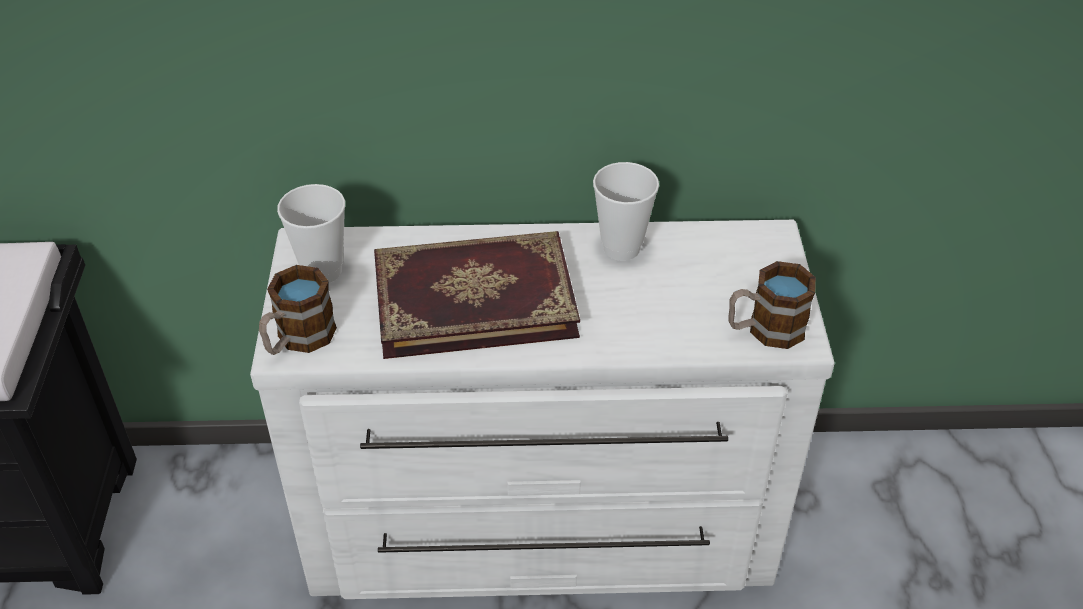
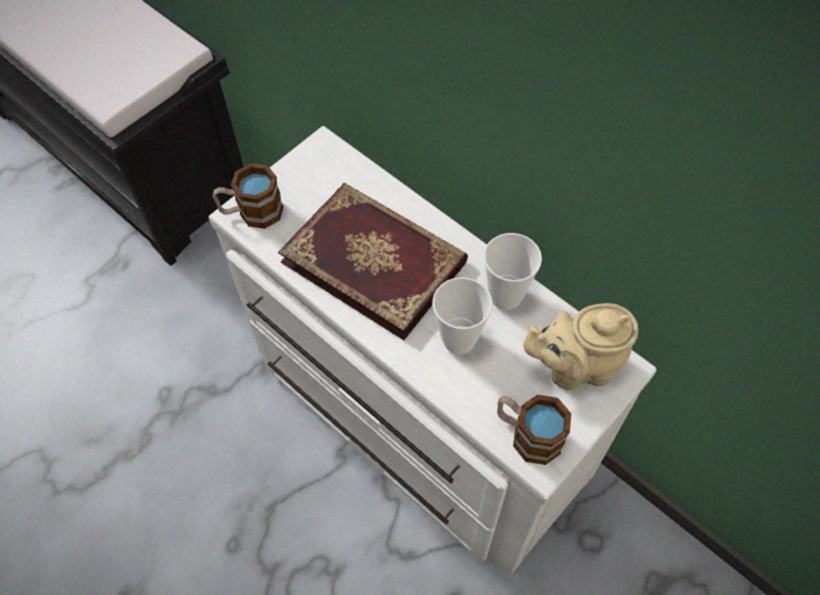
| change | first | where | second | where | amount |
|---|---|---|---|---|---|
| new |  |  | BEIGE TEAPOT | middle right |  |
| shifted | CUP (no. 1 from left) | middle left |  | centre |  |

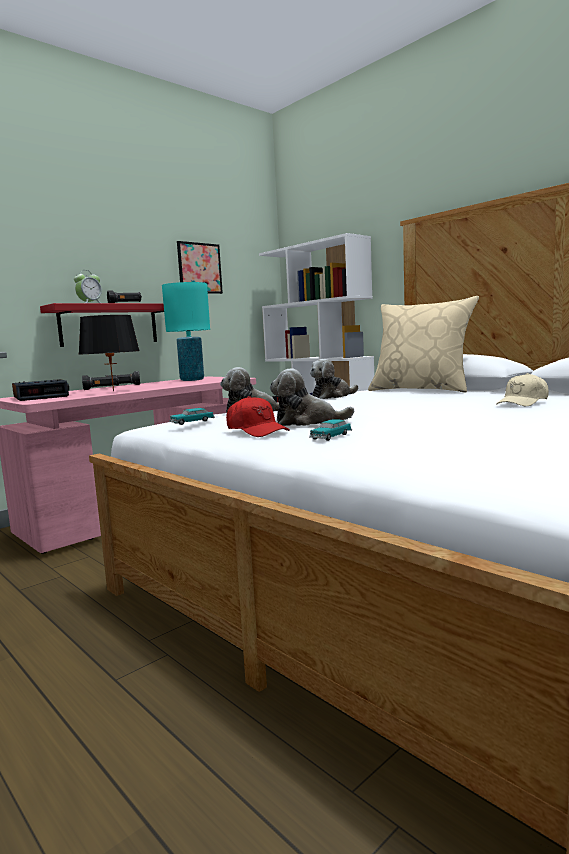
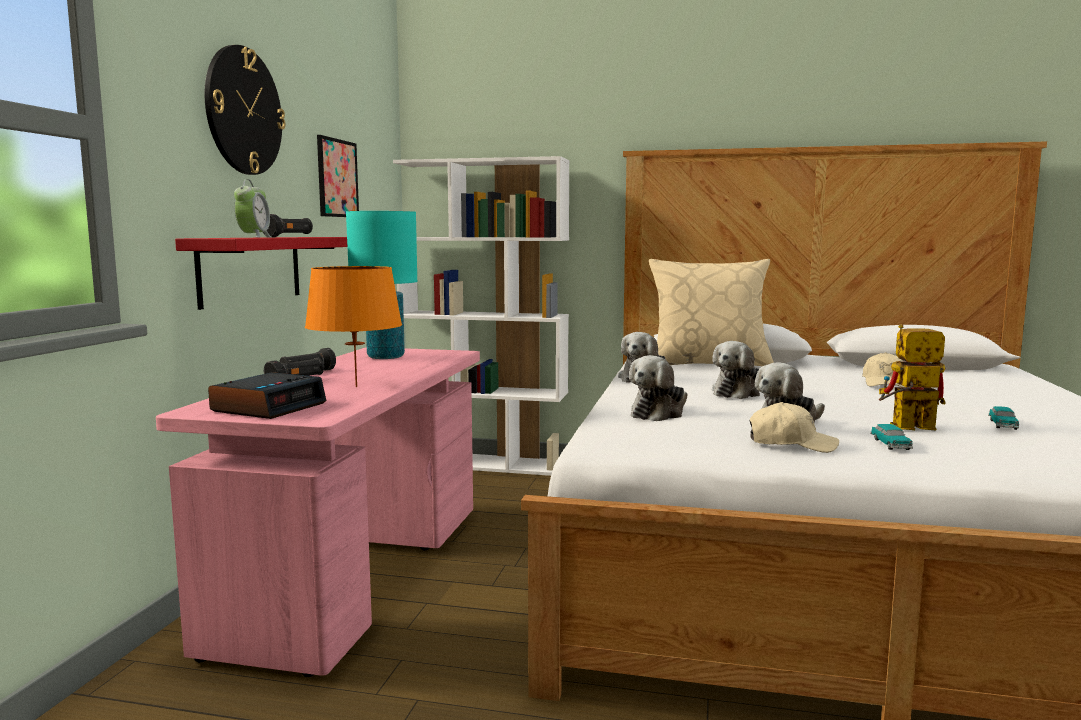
| change | first | where | second | where | amount |
|---|---|---|---|---|---|
| new |  |  | WALL CLOCK | top left |  |
| new |  |  | PLUSH TOY (no. 3 from left) | middle right |  |
| new |  |  | TOY ROBOT | middle right |  |
| shifted | TOY CAR (no. 1 from left in the first image) | centre | TOY CAR (no. 2 from left) | middle right |  |
| repainted | BLACK TABLE LAMP | middle left | ORANGE TABLE LAMP | middle left |  |
| repainted | RED CAP | centre | BEIGE CAP (no. 1 from left) | middle right |  |

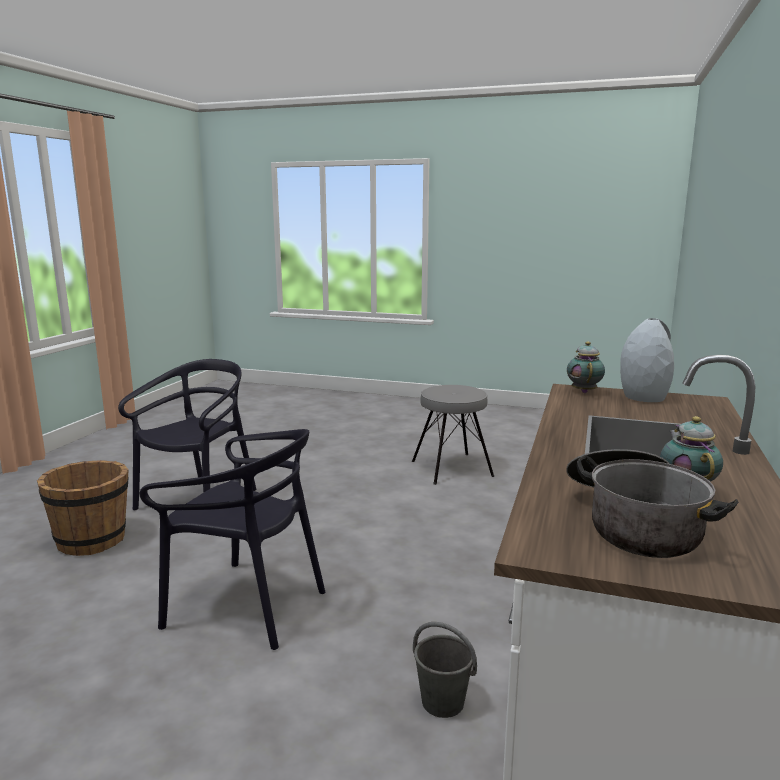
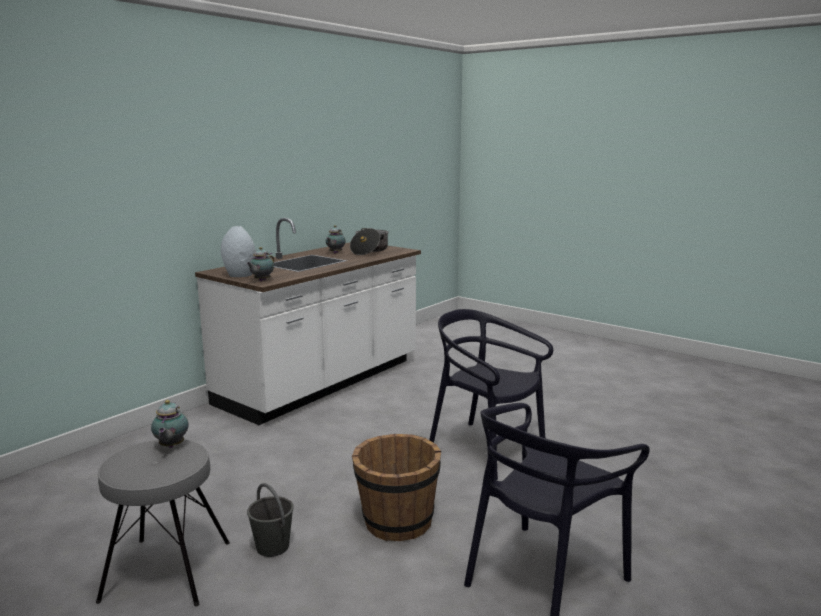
| change | first | where | second | where | amount |
|---|---|---|---|---|---|
| new |  |  | TEAPOT (no. 1 from left) | bottom left |  |
| shifted | BROWN BUCKET | middle left |  | bottom centre |  |
| shifted | GREY BUCKET | bottom centre |  | bottom left |  |

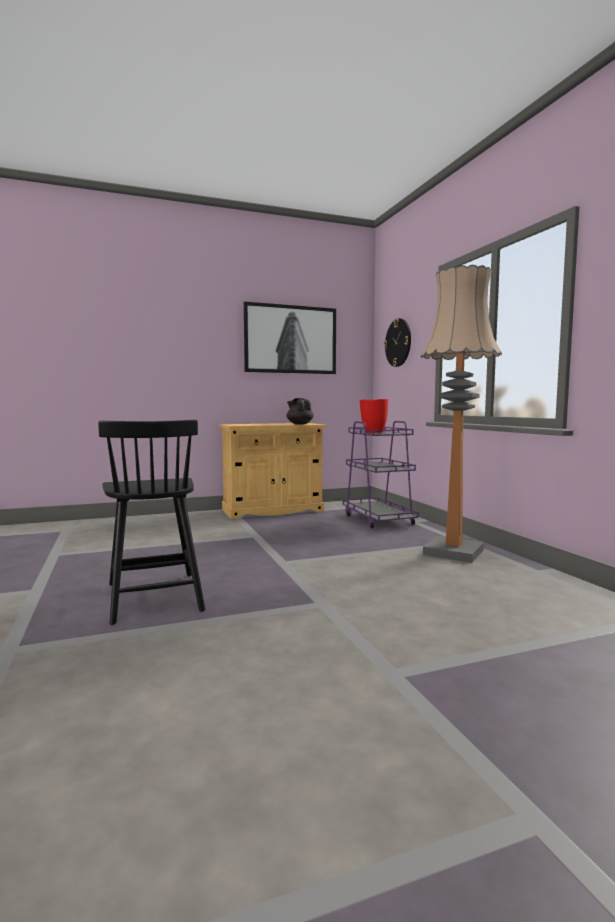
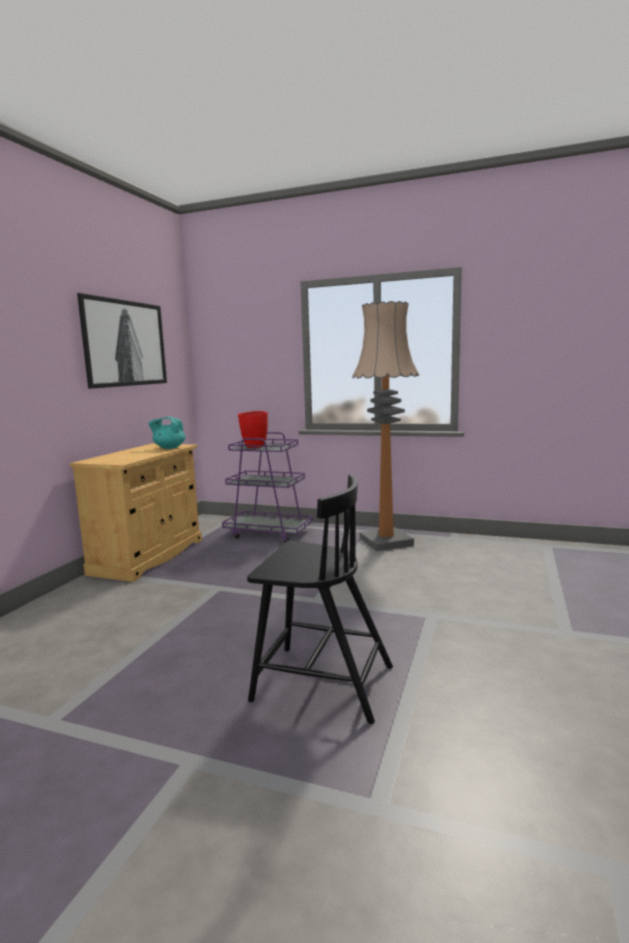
| change | first | where | second | where | amount |
|---|---|---|---|---|---|
| gone | WALL CLOCK | centre |  |  |  |
| repainted | BLACK TEAPOT | centre | TURQUOISE TEAPOT | middle left |  |

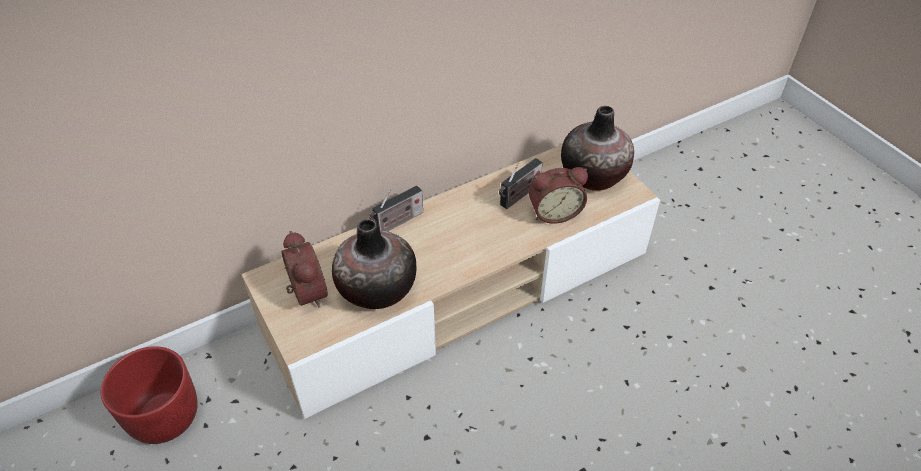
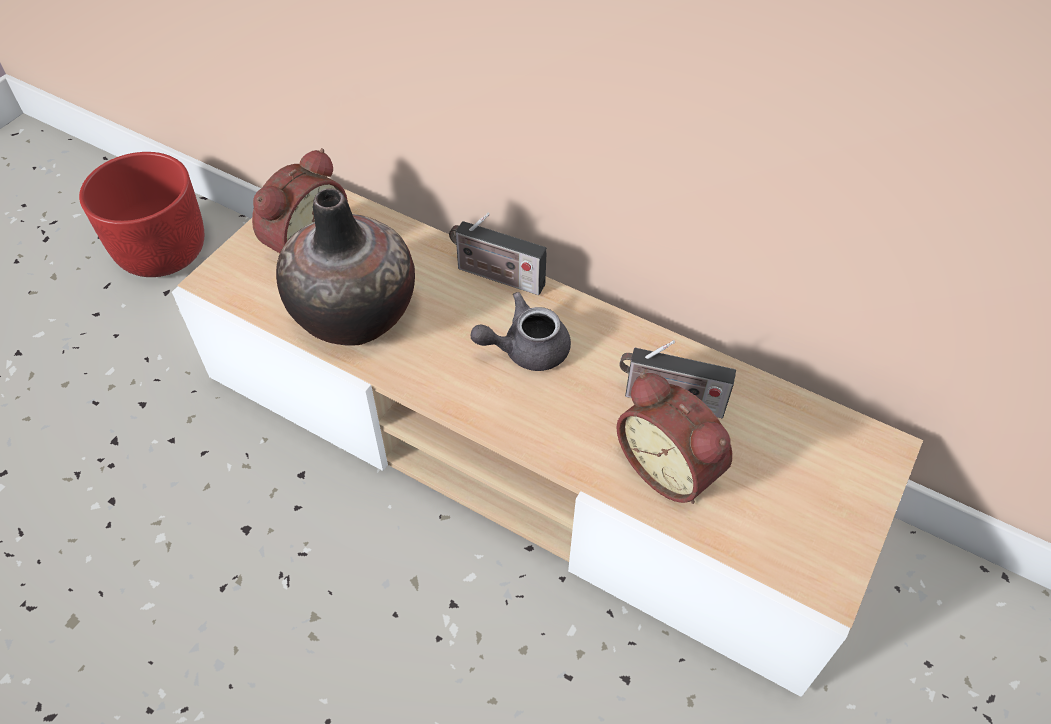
| change | first | where | second | where | amount |
|---|---|---|---|---|---|
| gone | VASE (no. 2 from left) | top centre |  |  |  |
| new |  |  | GREY TEAPOT | centre |  |

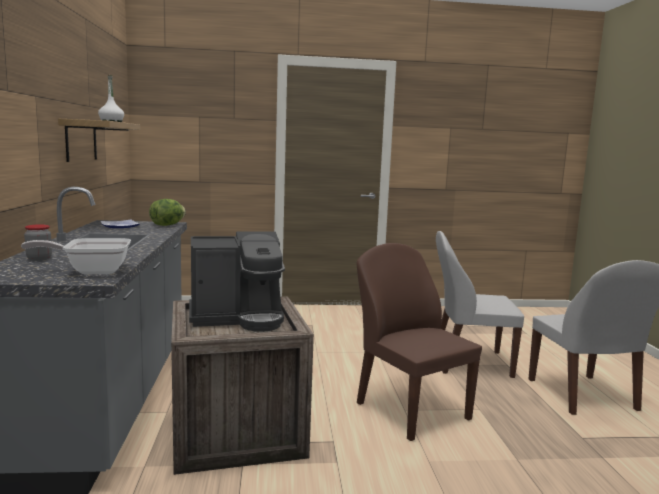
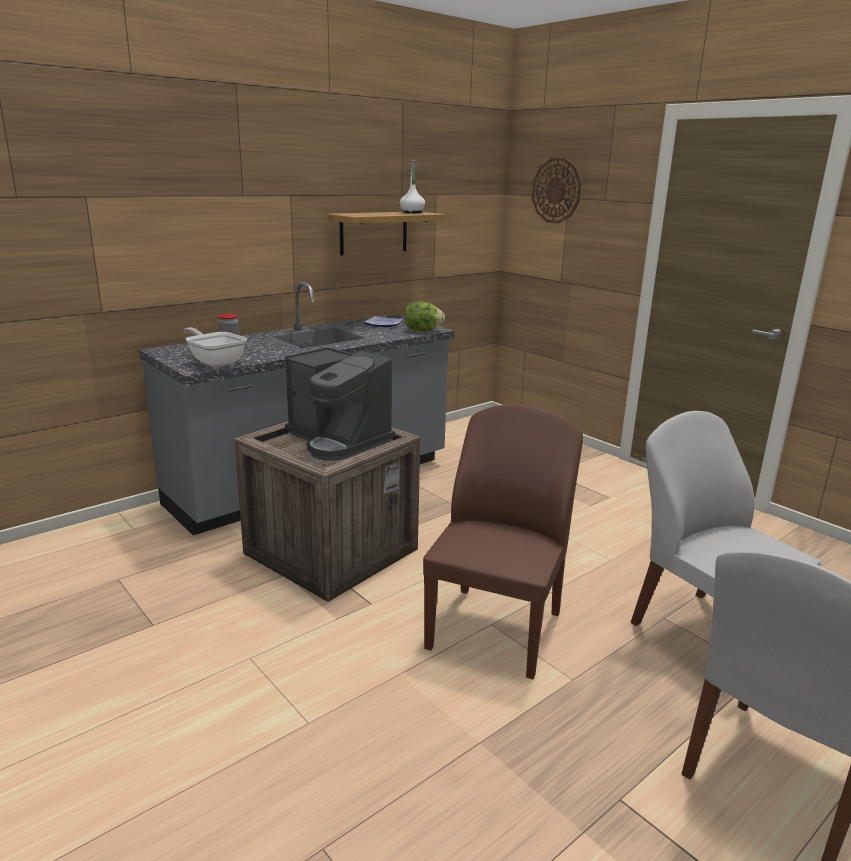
| change | first | where | second | where | amount |
|---|---|---|---|---|---|
| new |  |  | WALL CLOCK | top centre |  |

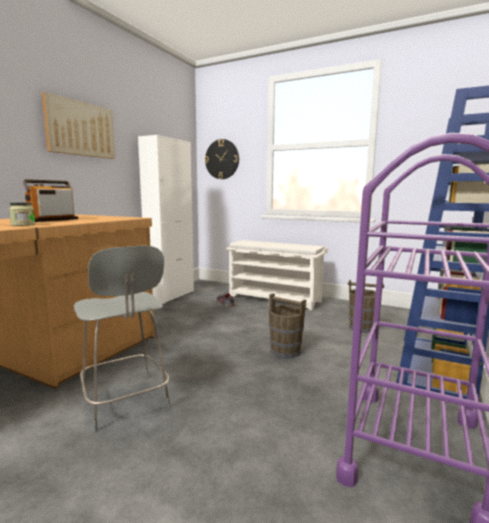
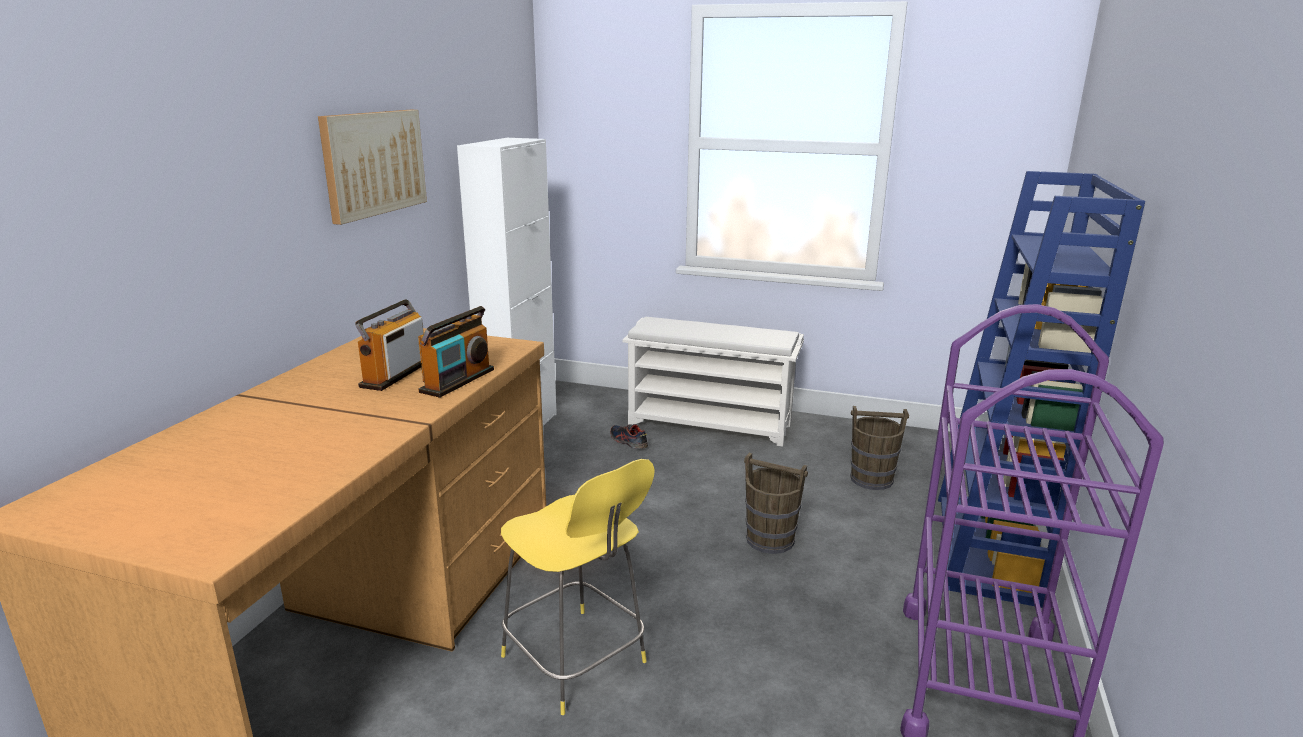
| change | first | where | second | where | amount |
|---|---|---|---|---|---|
| gone | JAR | middle left |  |  |  |
| gone | WALL CLOCK | top centre |  |  |  |
| new |  |  | RADIO (no. 2 from left) | centre |  |
| repainted | GREY STOOL | middle left | YELLOW STOOL | bottom centre |  |

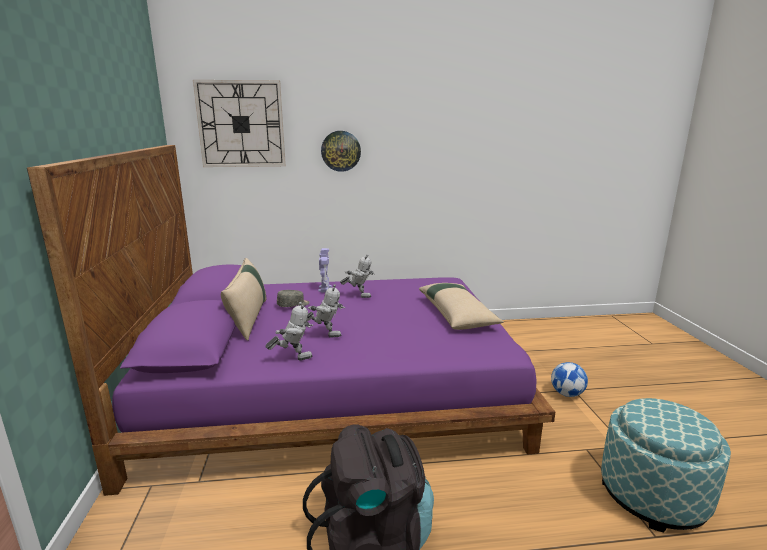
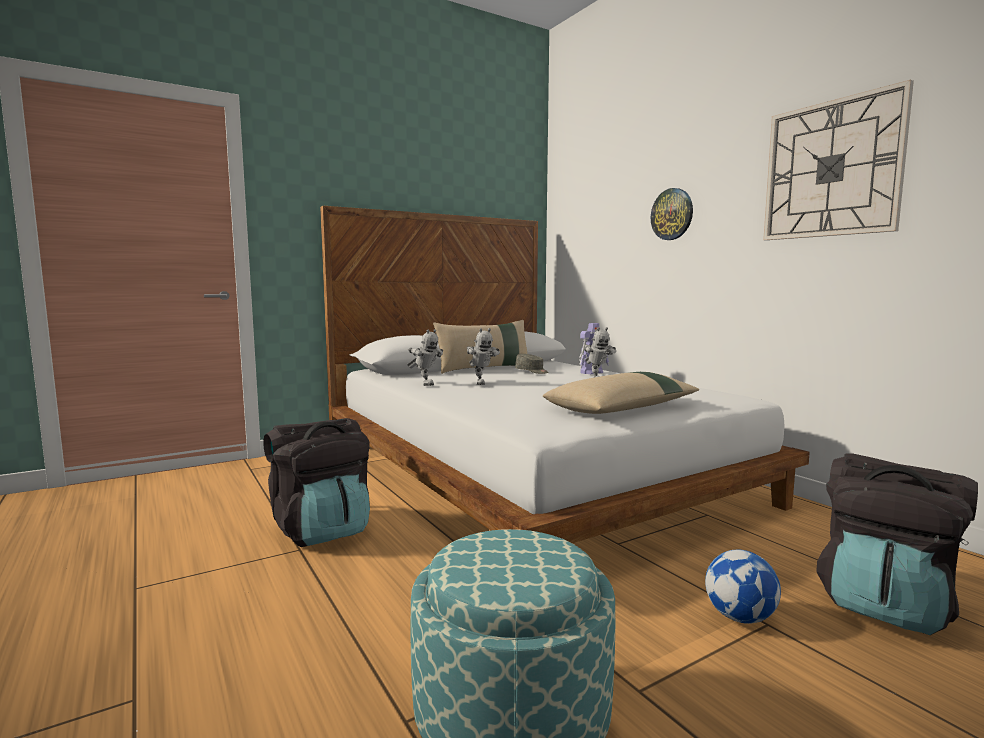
| change | first | where | second | where | amount |
|---|---|---|---|---|---|
| new |  |  | BLACK BACKPACK (no. 2 from left) | bottom right |  |
| shifted | WALL CLOCK (no. 1 from left in the first image) | top left | WALL CLOCK (no. 2 from left) | top right |  |
| repainted | PURPLE BED | centre | WHITE BED | centre |  |

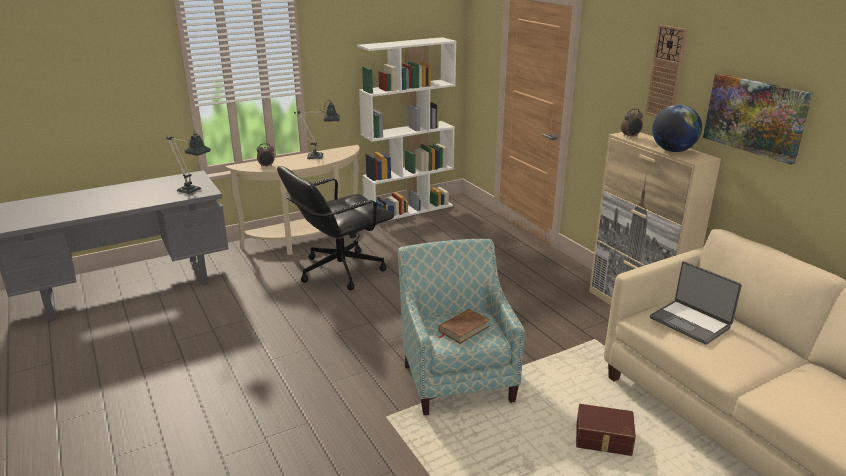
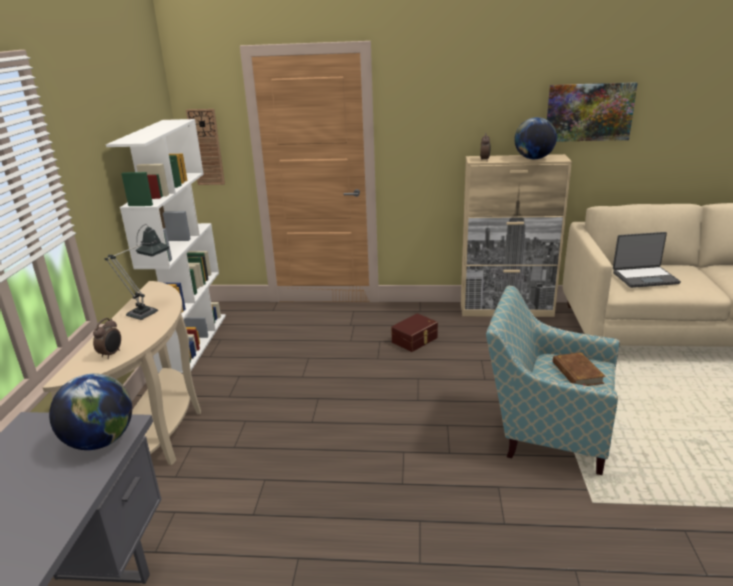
| change | first | where | second | where | amount |
|---|---|---|---|---|---|
| gone | BLACK OFFICE CHAIR | centre |  |  |  |
| shifted | BROWN STORAGE BOX | bottom right |  | centre |  |
| shifted | WALL CLOCK | top right |  | top left |  |
| swapped | TABLE LAMP (no. 1 from left) | middle left | GLOBE (no. 1 from left) | bottom left |  |

